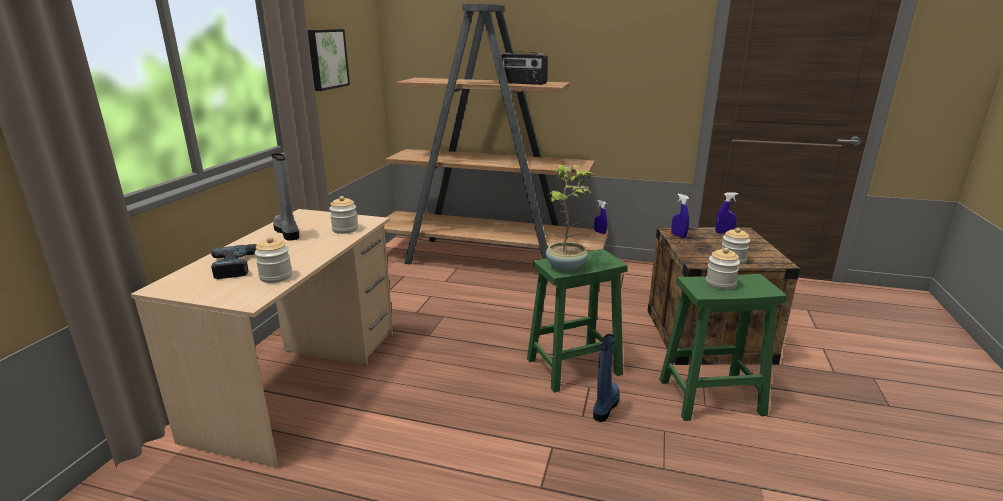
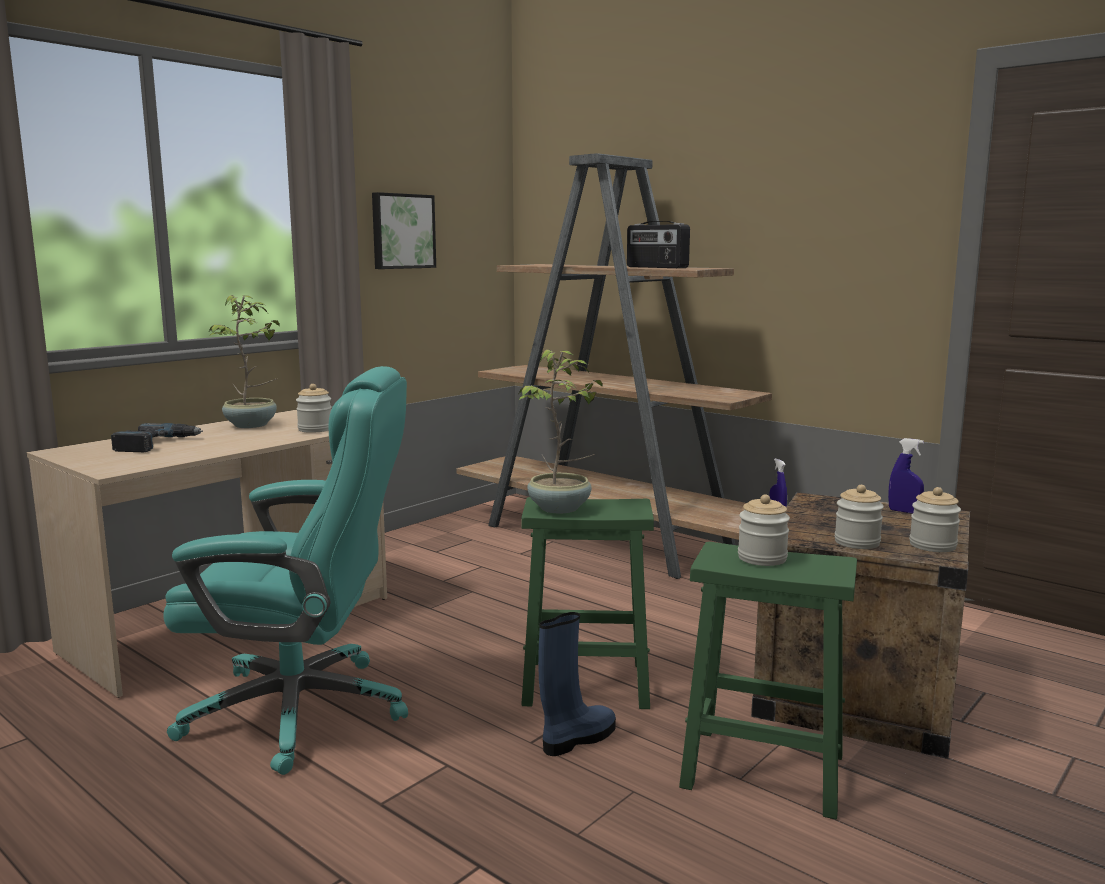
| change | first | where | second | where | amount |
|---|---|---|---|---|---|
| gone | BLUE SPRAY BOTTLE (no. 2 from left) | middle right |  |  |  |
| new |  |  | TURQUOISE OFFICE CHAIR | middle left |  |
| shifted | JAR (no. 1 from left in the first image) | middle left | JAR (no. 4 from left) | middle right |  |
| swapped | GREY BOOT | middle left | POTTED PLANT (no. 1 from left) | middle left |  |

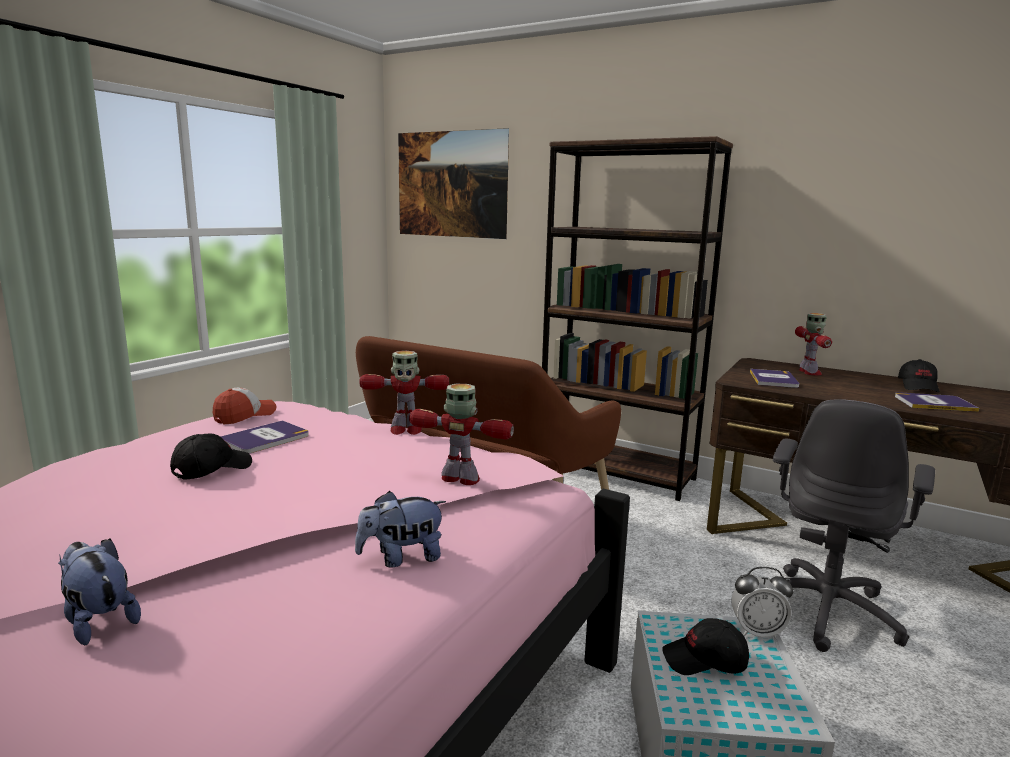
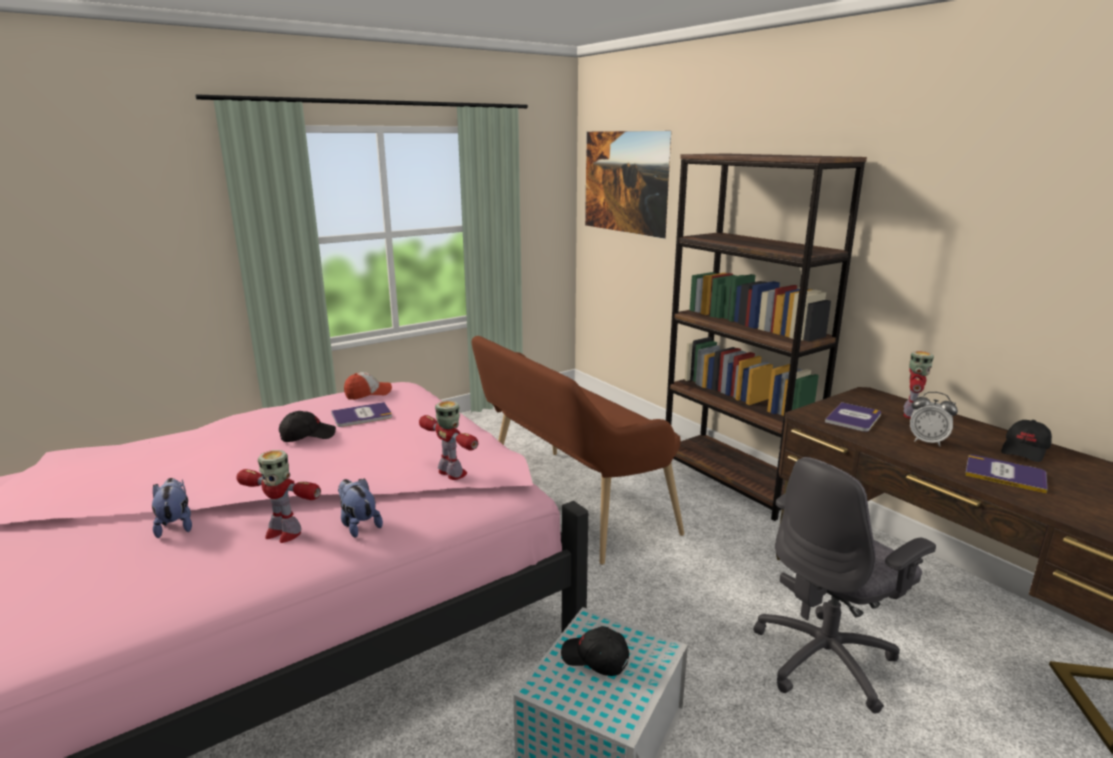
| change | first | where | second | where | amount |
|---|---|---|---|---|---|
| shifted | TOY ROBOT (no. 1 from left) | centre |  | middle left |  |
| shifted | ALARM CLOCK | bottom right |  | middle right |  |
| rotated | PLUSH TOY (no. 2 from left) | bottom centre |  | bottom left | 45 degrees clockwise |

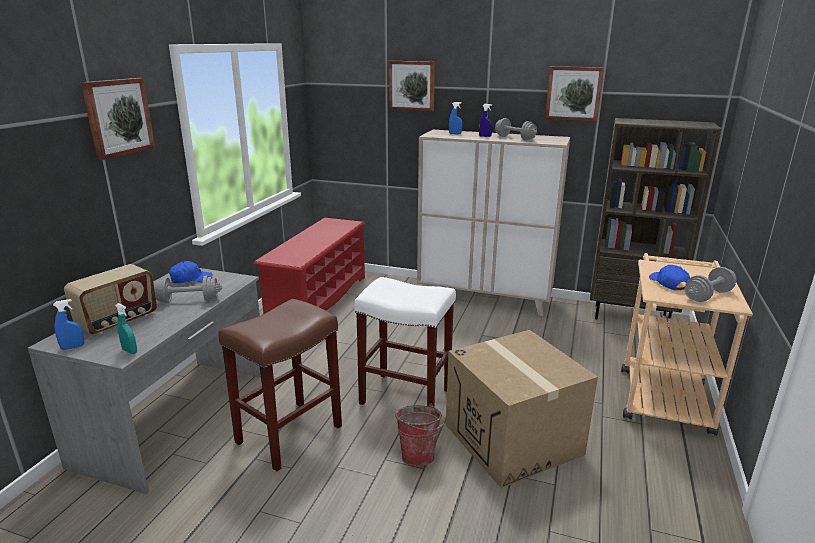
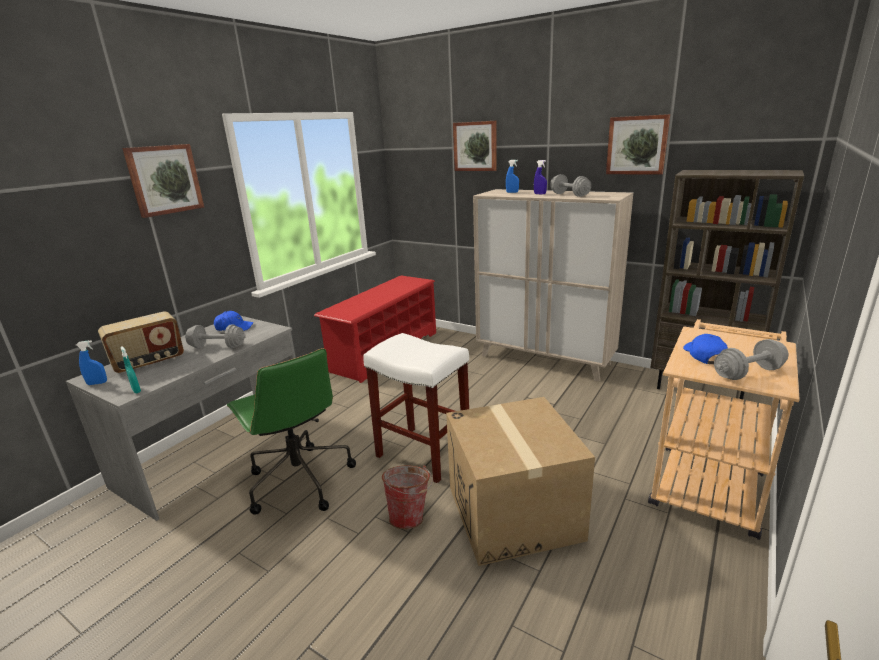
| change | first | where | second | where | amount |
|---|---|---|---|---|---|
| swapped | BROWN STOOL | bottom centre | GREEN OFFICE CHAIR | middle left |  |

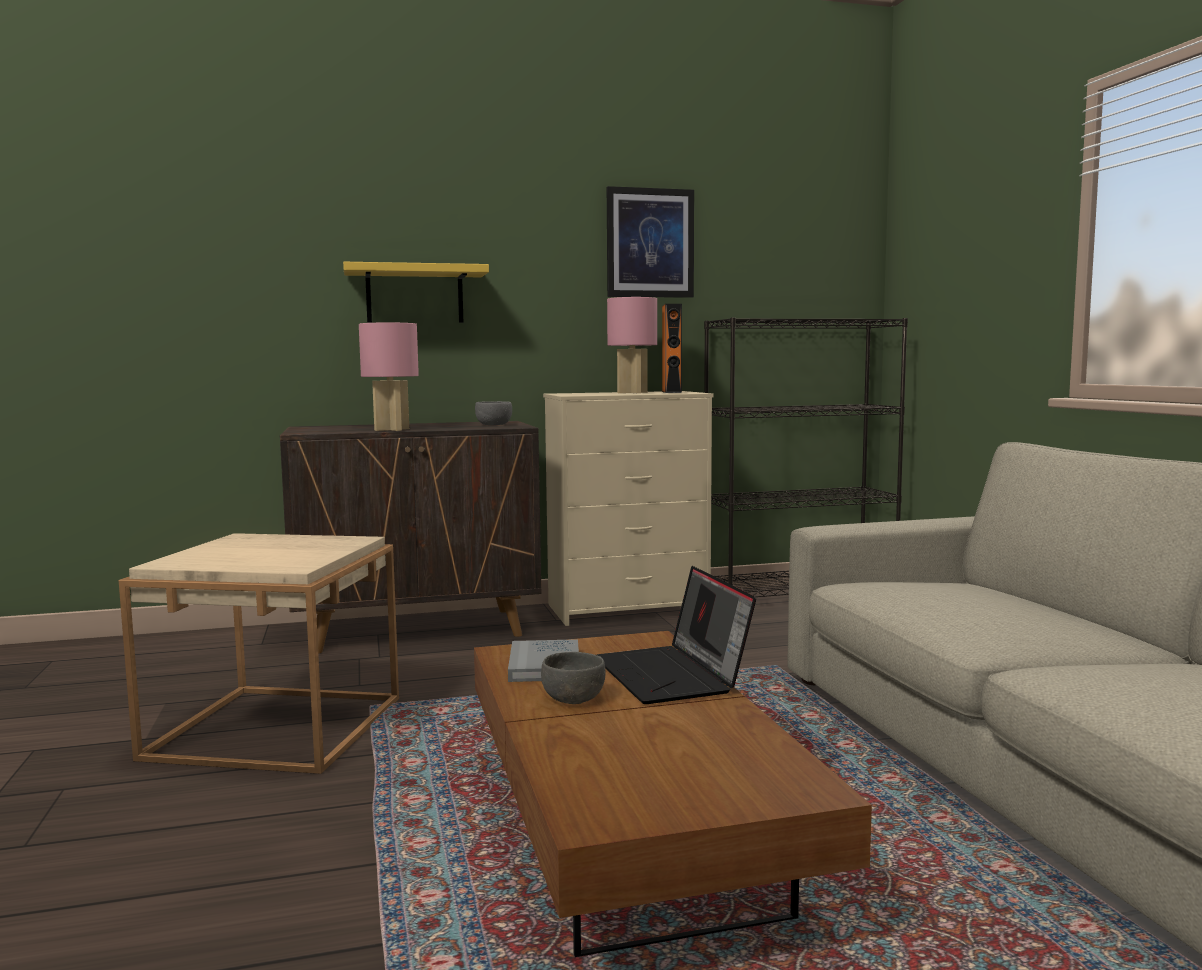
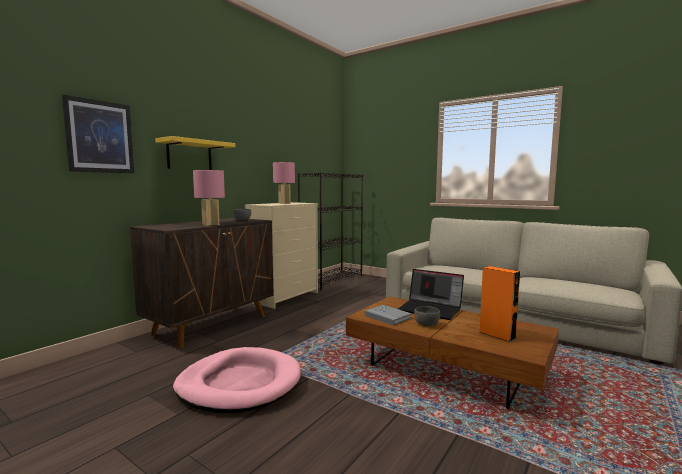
| change | first | where | second | where | amount |
|---|---|---|---|---|---|
| shifted | PICTURE | top centre |  | top left |  |
| shifted | ORANGE SPEAKER | centre |  | middle right |  |
| swapped | BEIGE SIDE TABLE | bottom left | PINK DOG BED | bottom centre |  |

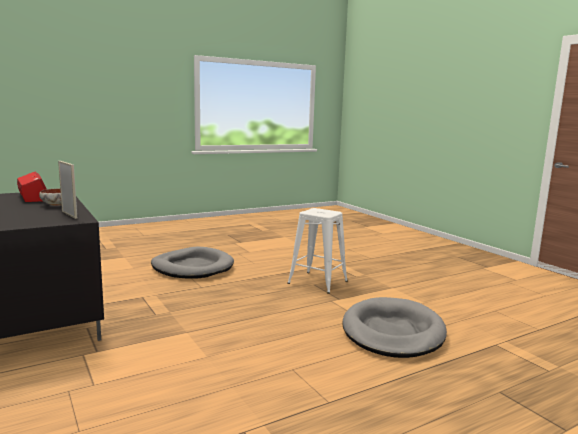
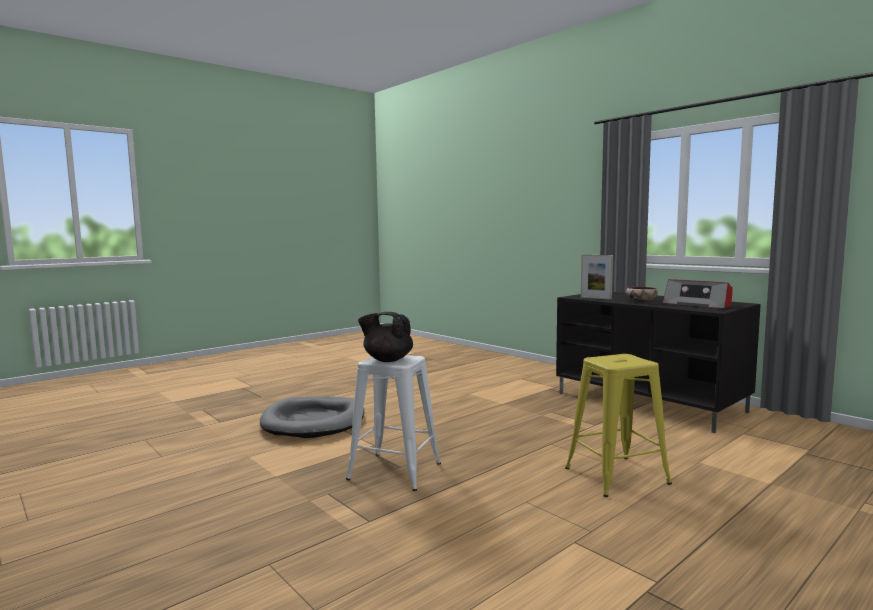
| change | first | where | second | where | amount |
|---|---|---|---|---|---|
| new |  |  | BLACK TEAPOT | centre |  |
| swapped | GREY DOG BED (no. 1 from left) | middle left | YELLOW STOOL | bottom right |  |

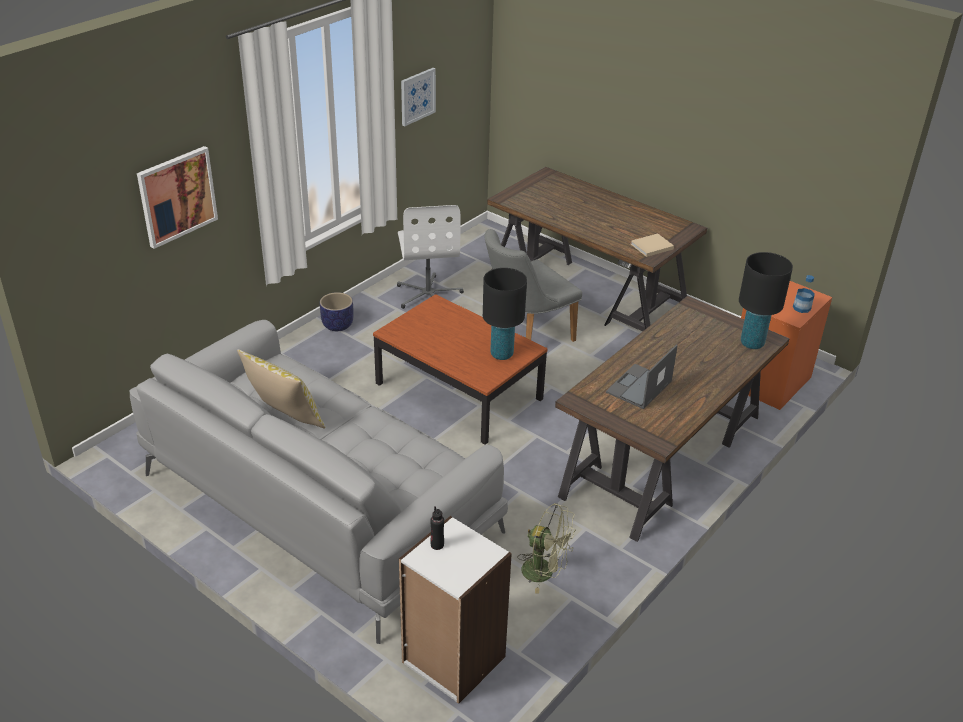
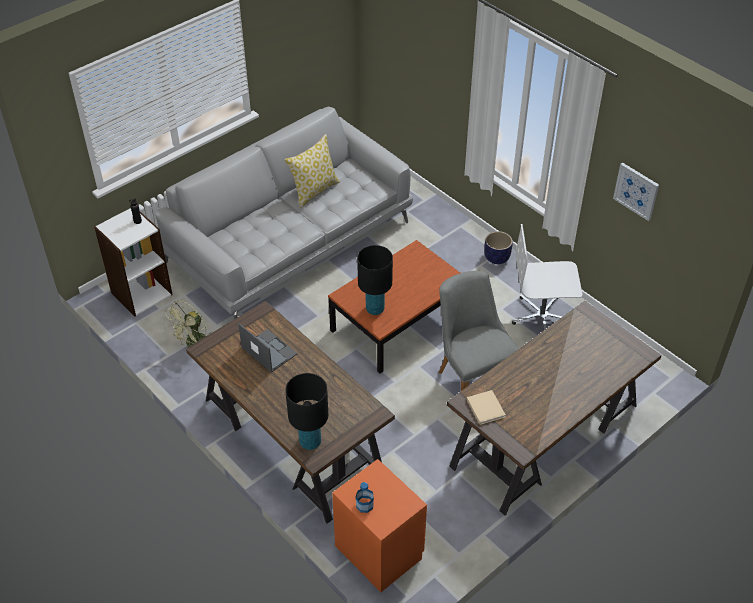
| change | first | where | second | where | amount |
|---|---|---|---|---|---|
| gone | PICTURE (no. 1 from left) | top left |  |  |  |

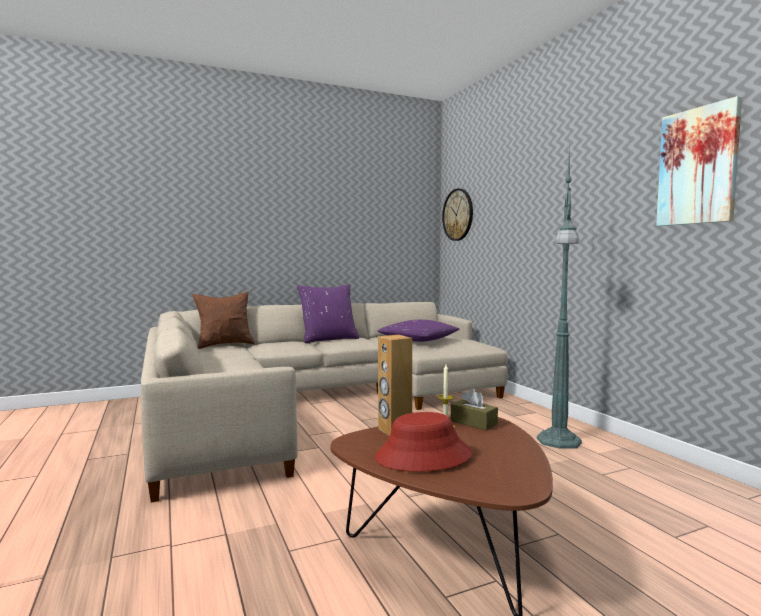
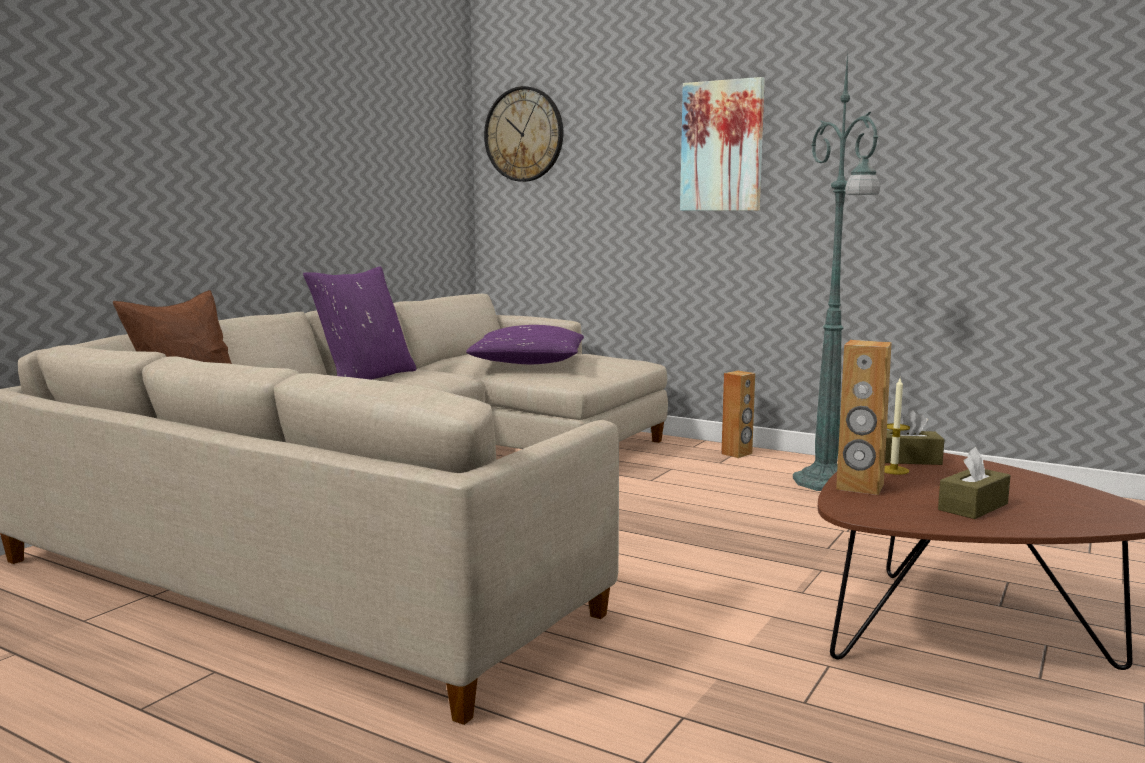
| change | first | where | second | where | amount |
|---|---|---|---|---|---|
| new |  |  | BROWN SPEAKER (no. 1 from left) | centre |  |
| shifted | PICTURE | top right |  | top centre |  |
| swapped | RED HAT | bottom centre | BROWN TISSUE BOX (no. 2 from left) | middle right |  |

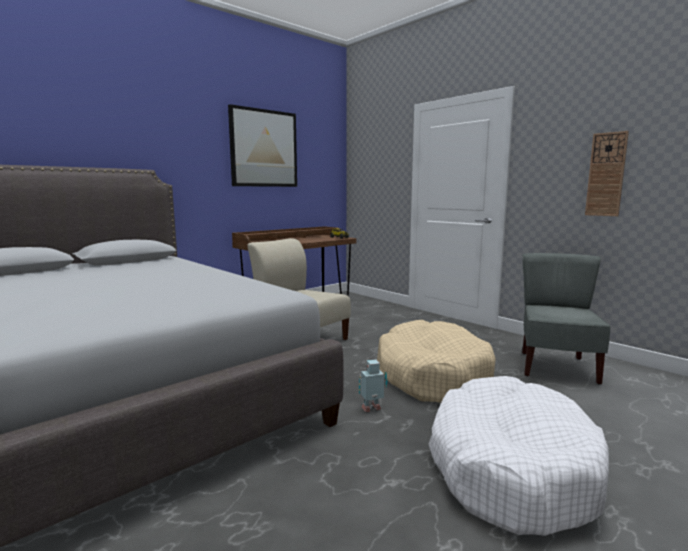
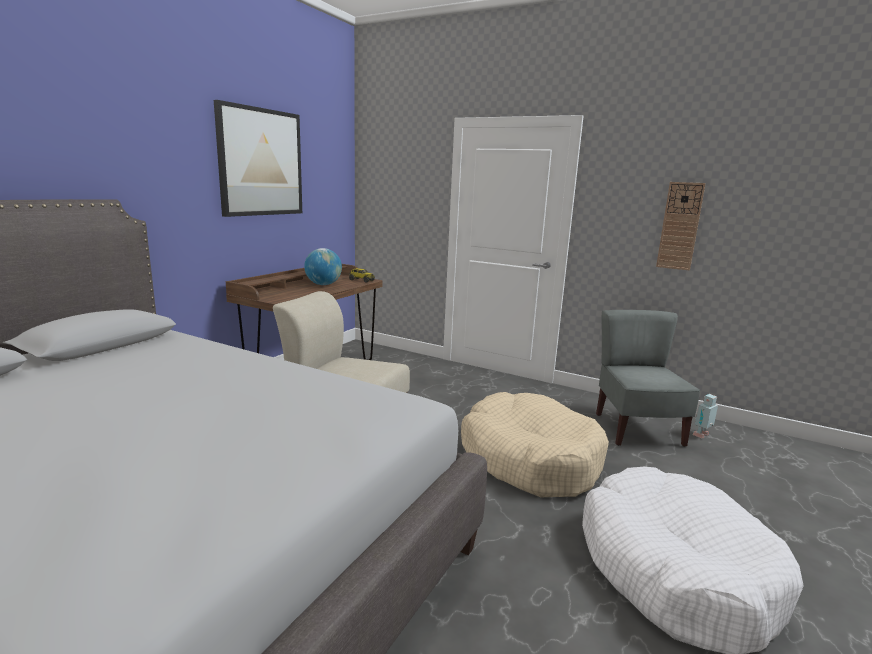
| change | first | where | second | where | amount |
|---|---|---|---|---|---|
| new |  |  | GLOBE | centre |  |
| shifted | TOY ROBOT | bottom centre |  | middle right |  |

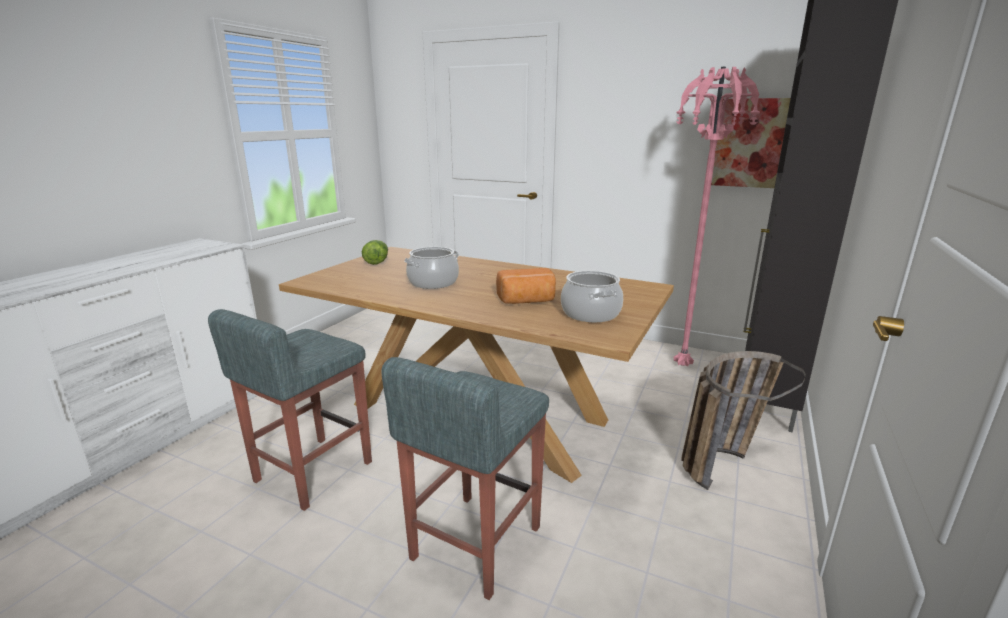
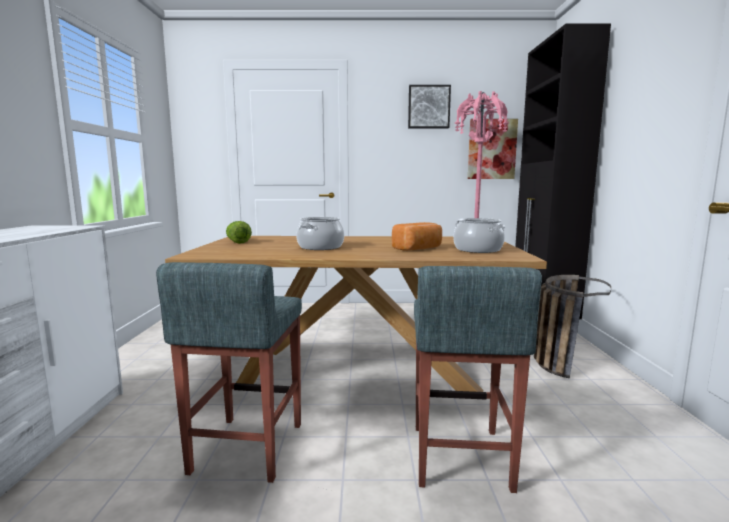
| change | first | where | second | where | amount |
|---|---|---|---|---|---|
| new |  |  | PICTURE (no. 1 from left) | top centre |  |

